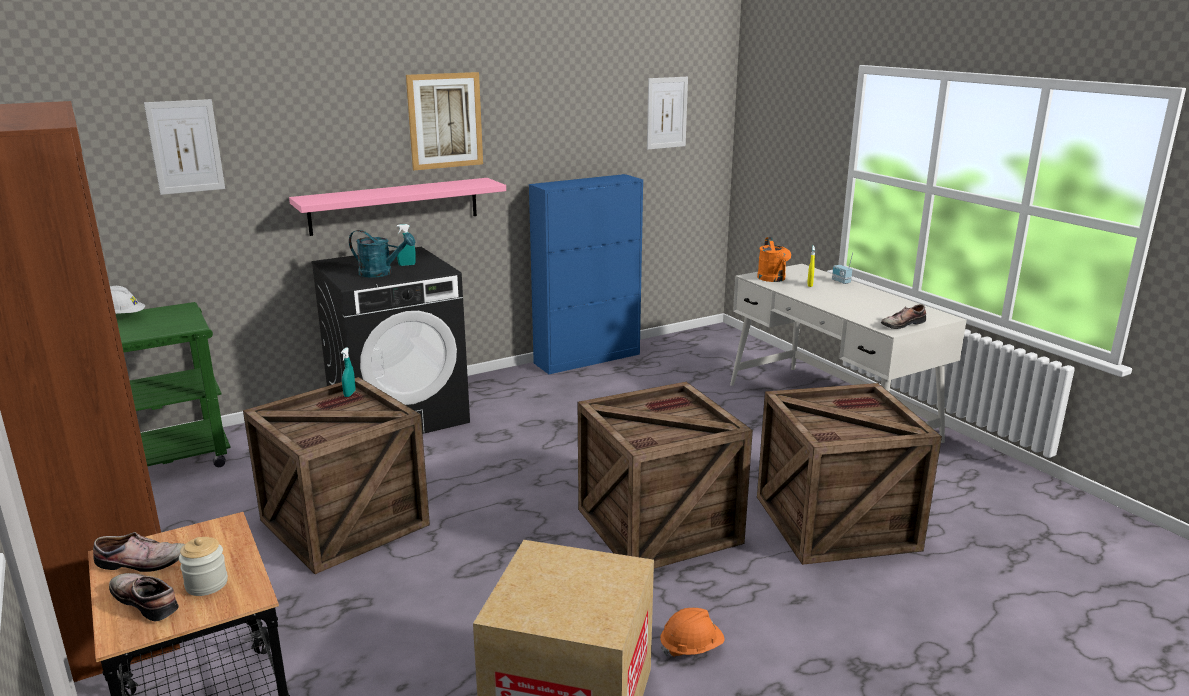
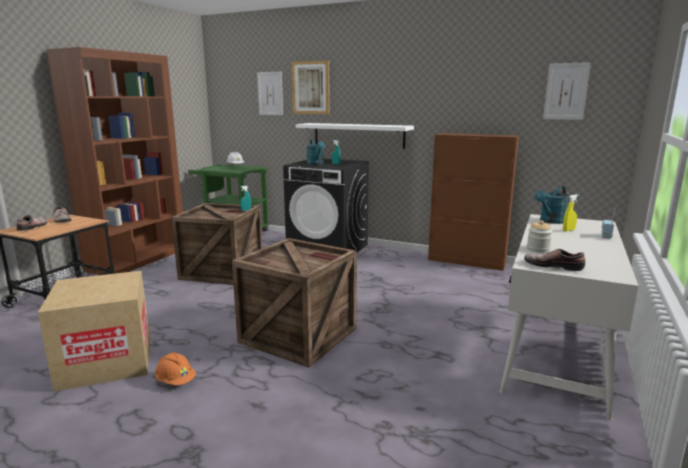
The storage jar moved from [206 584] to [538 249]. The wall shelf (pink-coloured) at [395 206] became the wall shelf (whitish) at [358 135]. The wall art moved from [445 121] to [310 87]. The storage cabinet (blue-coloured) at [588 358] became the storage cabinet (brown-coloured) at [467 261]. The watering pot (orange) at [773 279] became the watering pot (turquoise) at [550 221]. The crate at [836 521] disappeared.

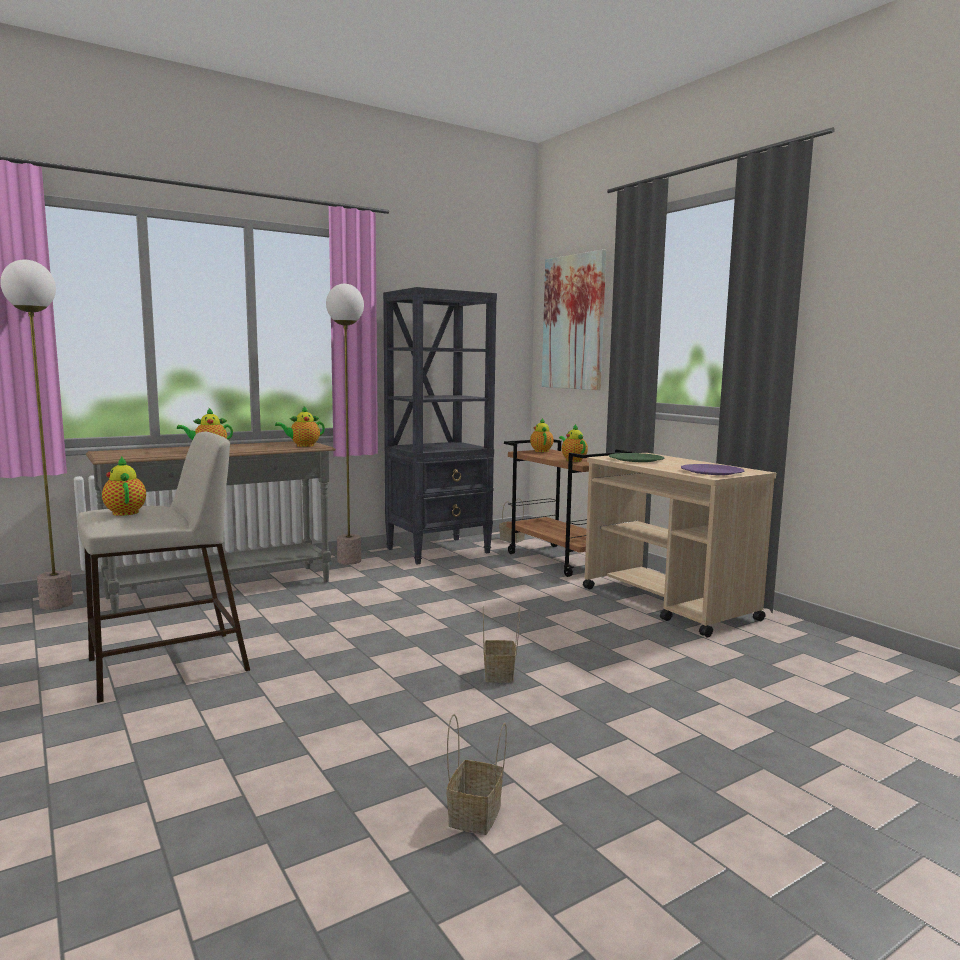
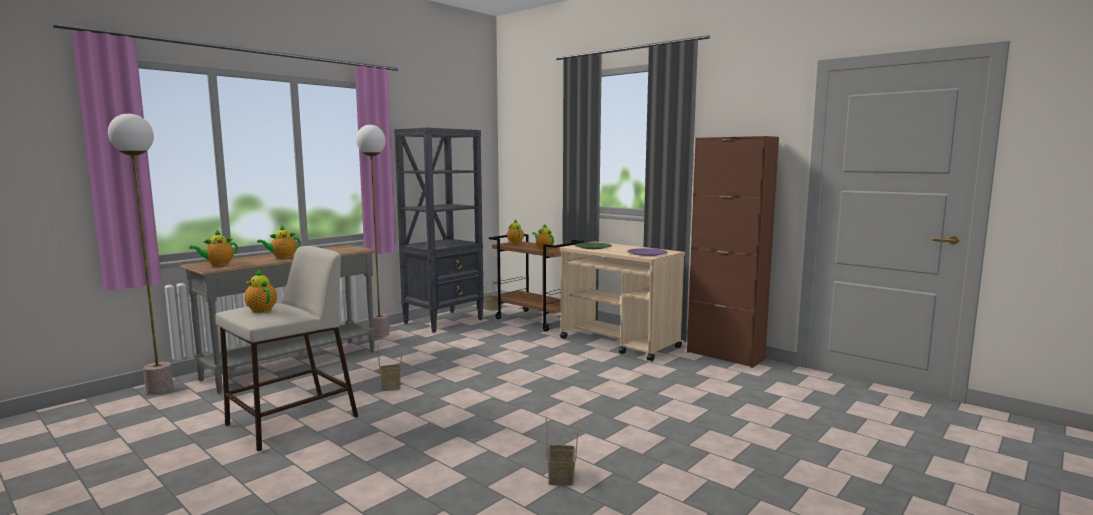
The pot for tea moved from [303 445] to [218 264]. The household basket moved from [500 675] to [391 386]. The wall art at [573 322] disappeared. The storage cabinet (brown-coloured) at [725 356] appeared.

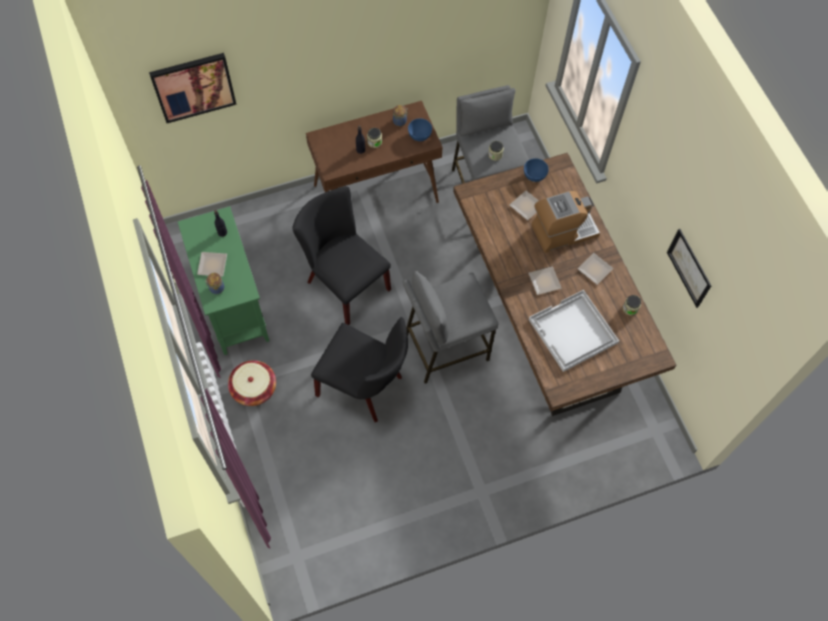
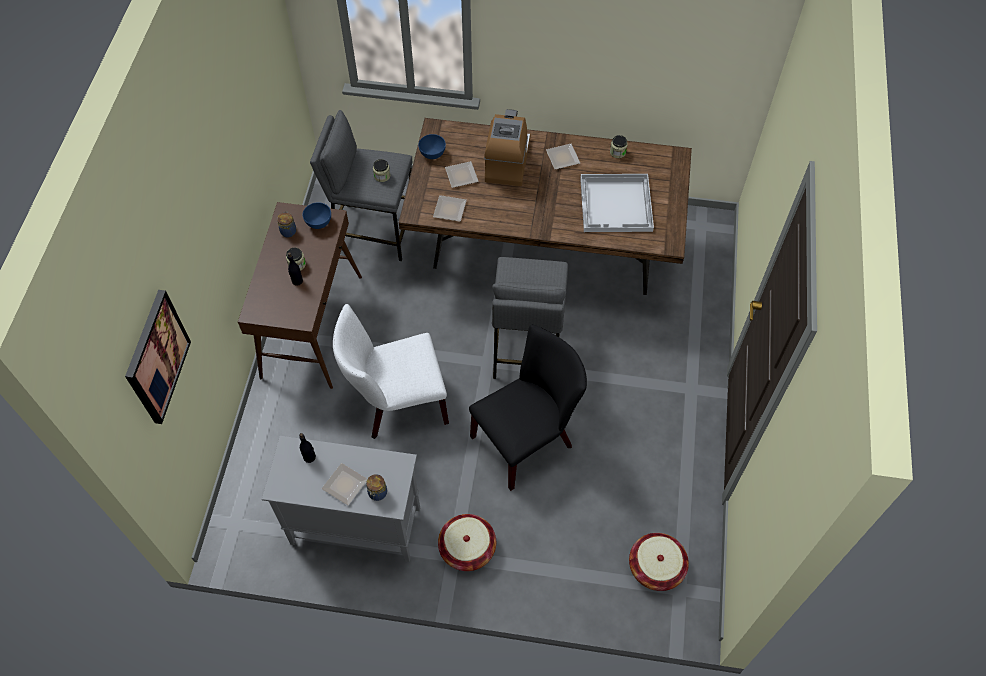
The storage cabinet (greenish) at [233 306] became the storage cabinet (gray) at [354 526]. The chair (black-coloured) at [344 283] became the chair (whitish) at [397 404]. The plate moved from [545 282] to [451 209]. The wall art at [689 268] disappeared. The household basket at [656 567] appeared.

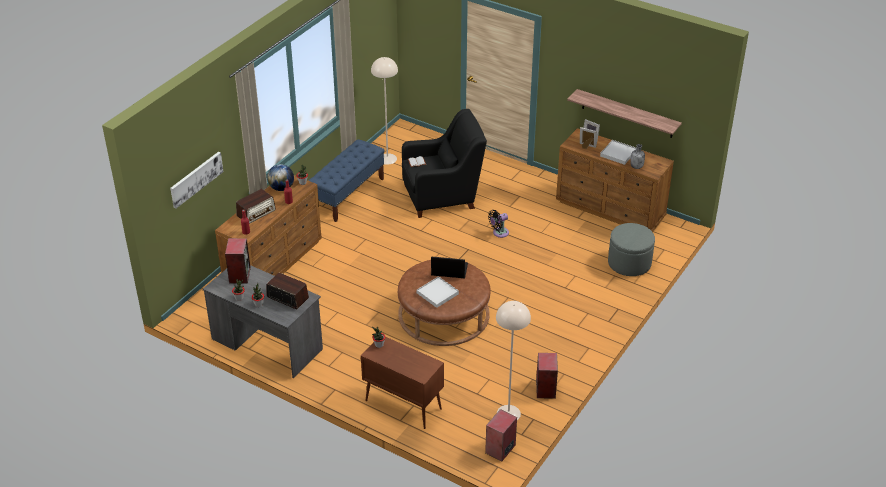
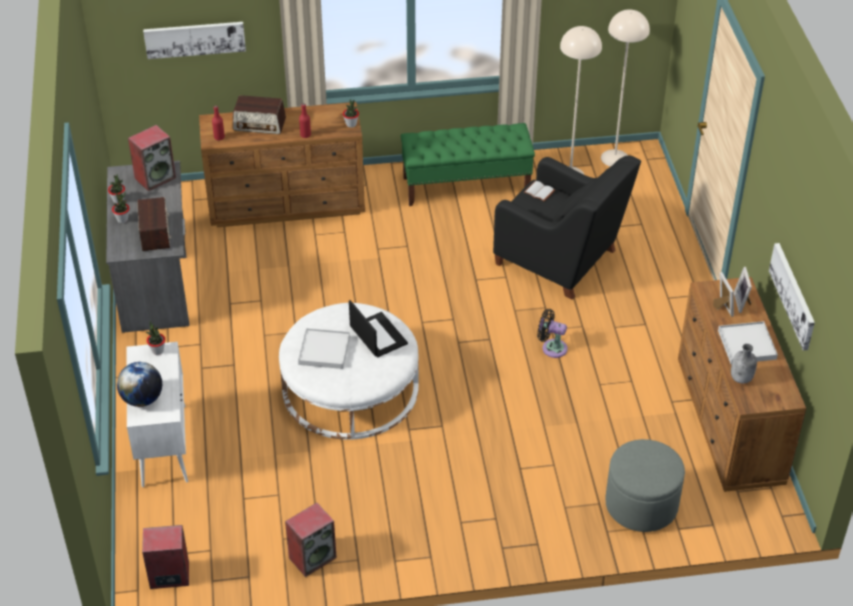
The desk globe moved from [281 188] to [142 399]. The bench (blue-coloured) at [348 195] became the bench (greenish) at [466 186]. The storage cabinet (brown-coloured) at [402 404] became the storage cabinet (whitish) at [163 444]. The footrest (brown-coloured) at [443 314] became the footrest (whitish) at [350 387]. The floor lamp (sand-coloured) moved from [508 413] to [615 158]. The wall shelf at [627 114] was replaced by the wall art at [793 295].

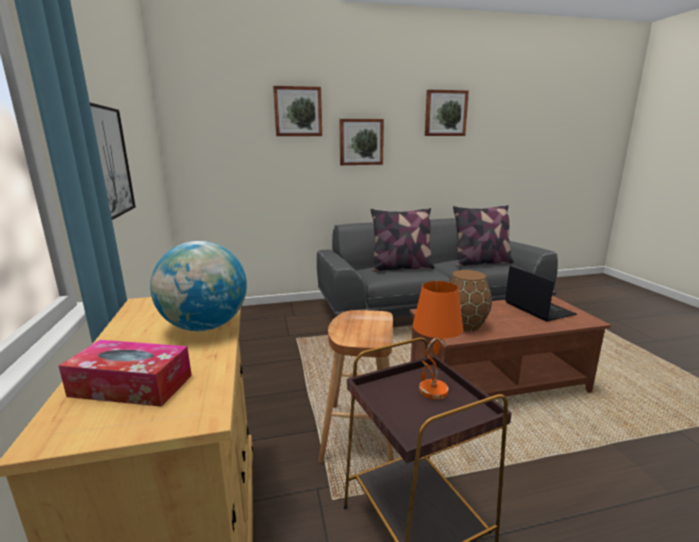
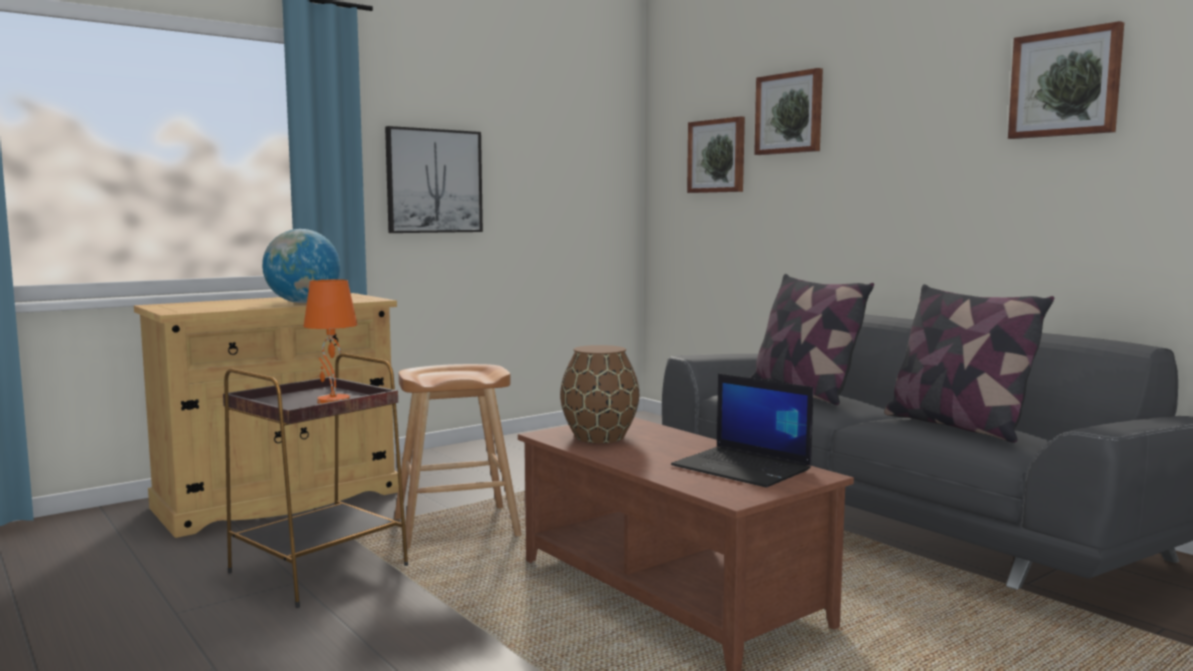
The tissue holder at [131 385] disappeared. The wall art moved from [361 142] to [717 156]. The portable computer at [537 308] turned 90 degrees clockwise.

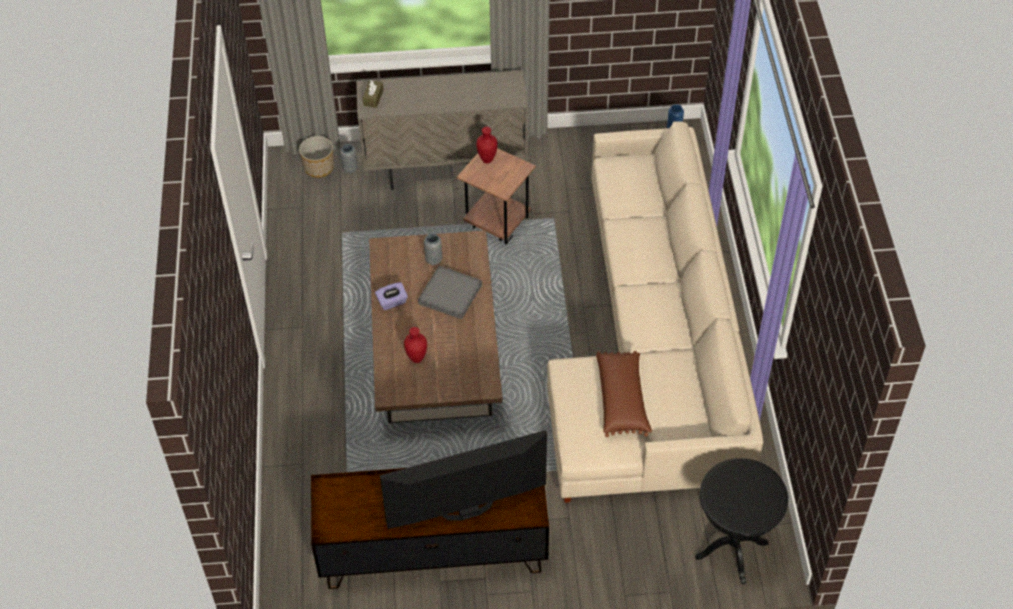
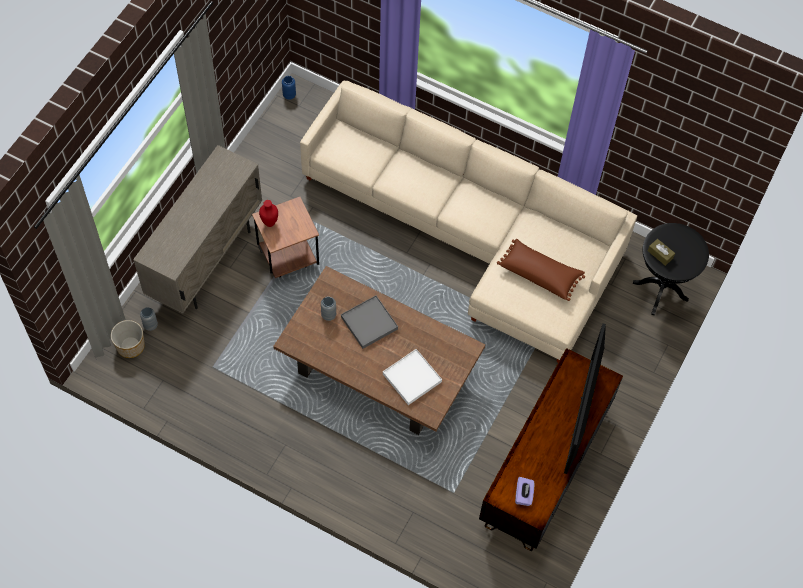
The tissue holder (brown-coloured) moved from [373 98] to [660 254]. The tissue holder (purple) moved from [392 302] to [523 495]. The flower vase (red) at [416 358] was replaced by the serving tray (whitish) at [412 378].

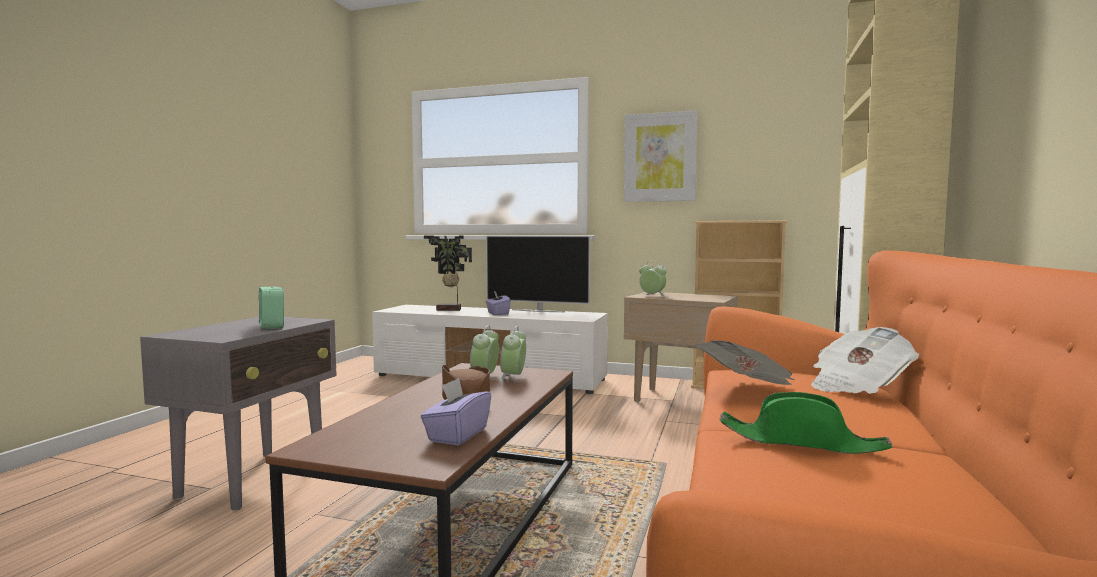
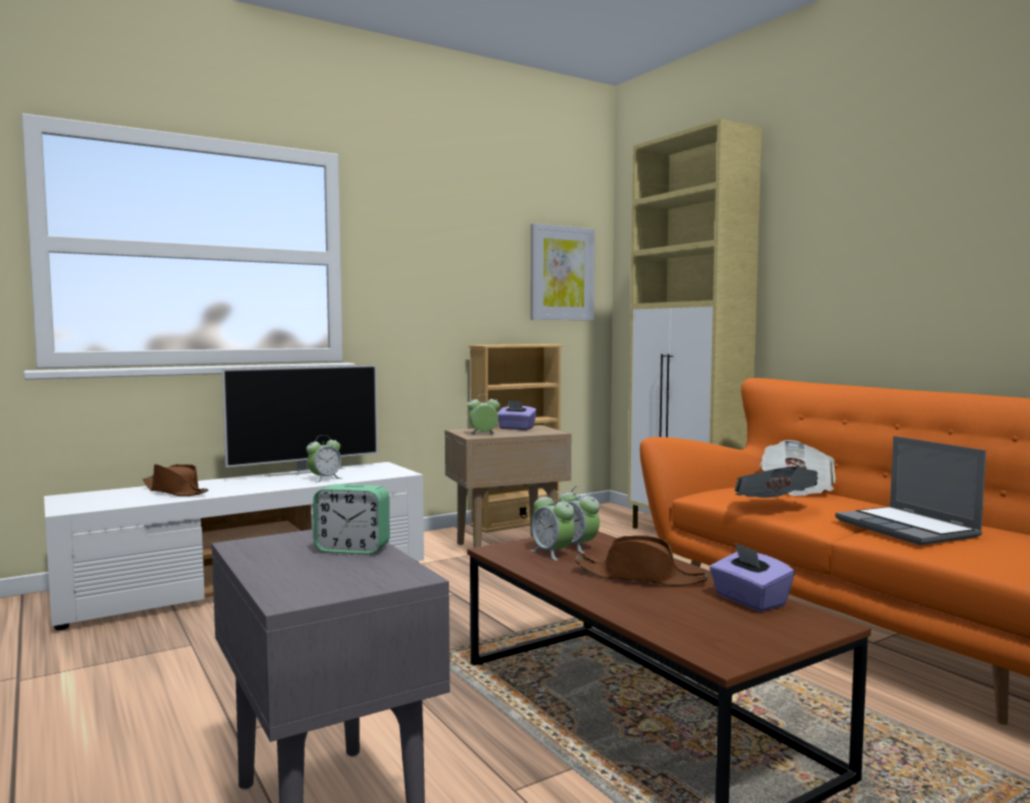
The potted plant at [449 310] was replaced by the hat (brown-coloured) at [175 491]. The tissue holder (purple) moved from [497 313] to [516 428]. The wall art moved from [660 157] to [561 273]. The hat (greenish) at [801 442] was replaced by the portable computer at [908 528]. The alarm clock at [324 479] appeared.

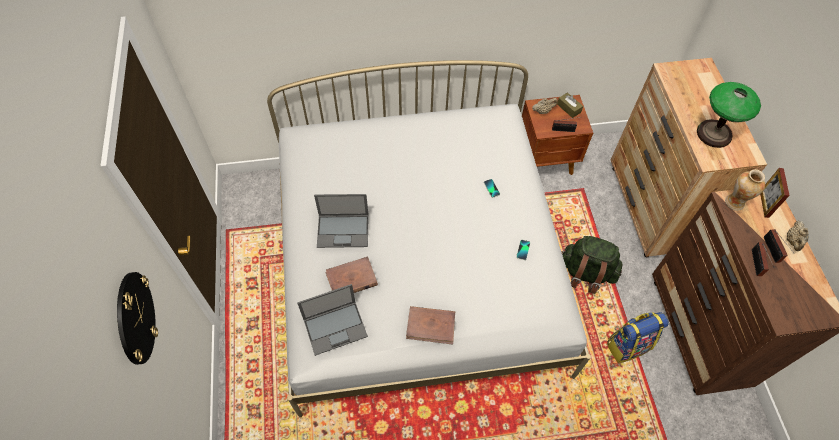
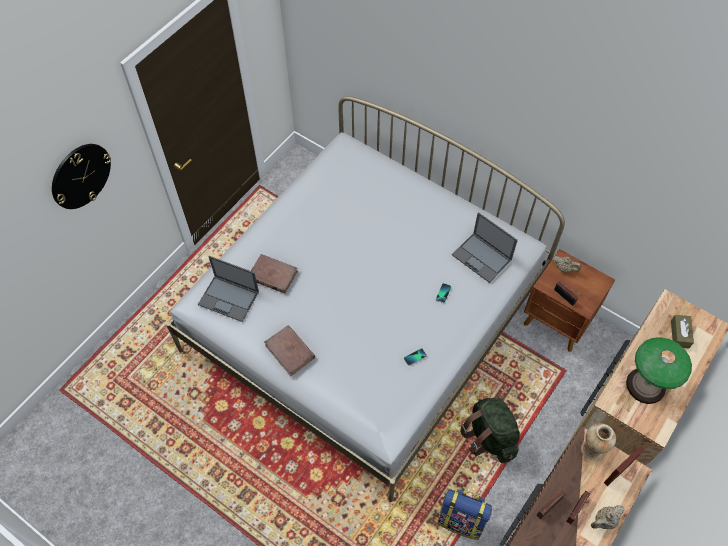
The portable computer moved from [343 230] to [482 258]. The tissue holder (brown-coloured) moved from [568 108] to [679 334].

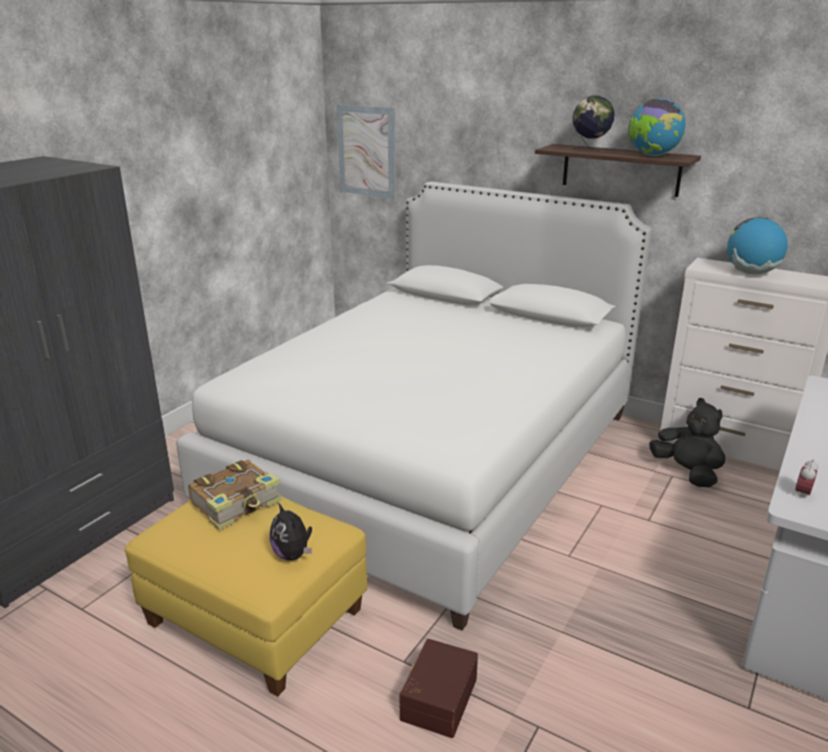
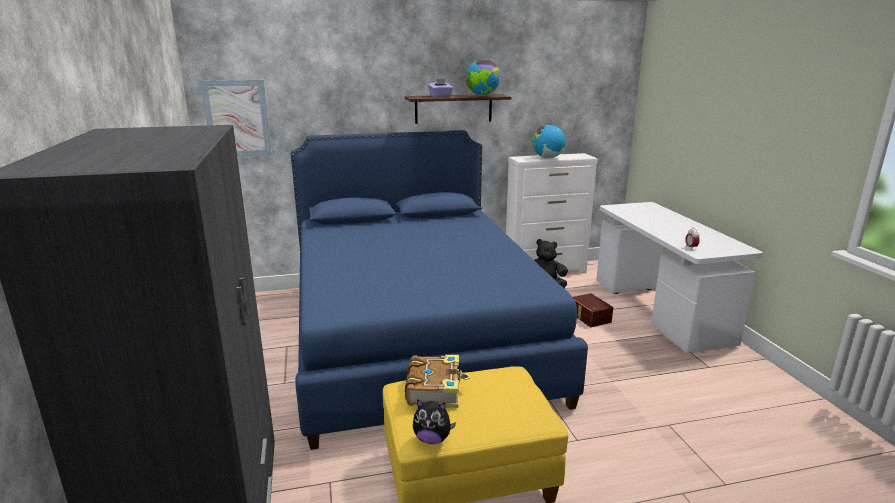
The sleeping bed (whitish) at [431 460] became the sleeping bed (blue-coloured) at [415 337]. The soft toy moved from [293 554] to [432 439]. The storage box (brown-coloured) moved from [437 698] to [589 317]. The desk globe at [590 150] was replaced by the tissue holder (purple) at [440 96].

